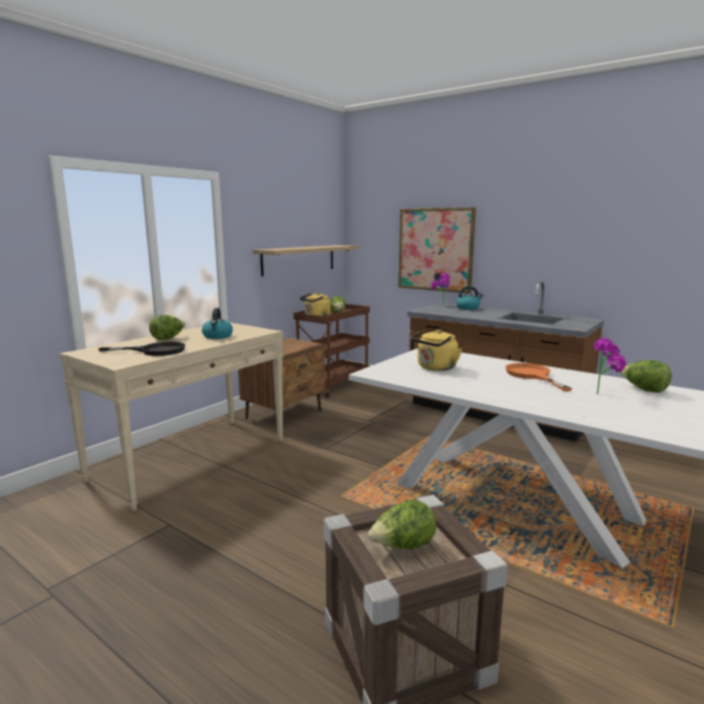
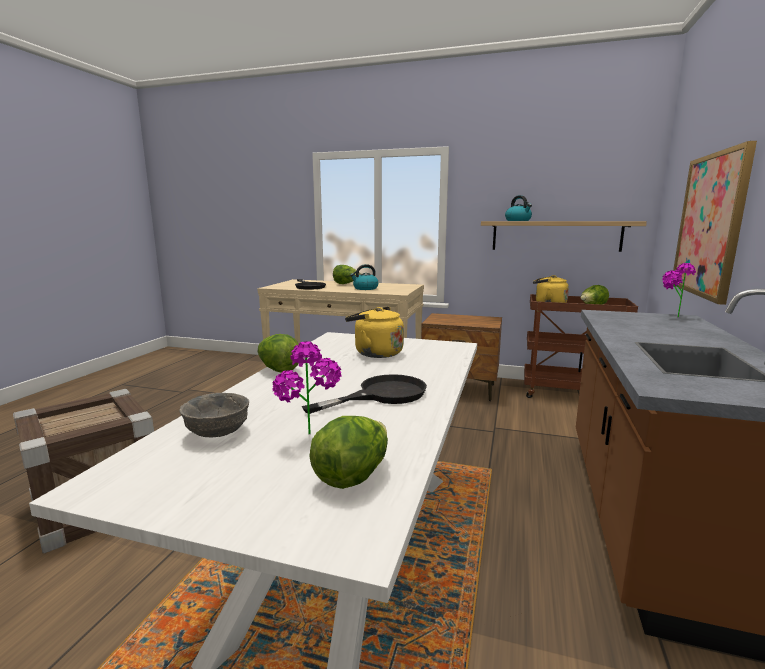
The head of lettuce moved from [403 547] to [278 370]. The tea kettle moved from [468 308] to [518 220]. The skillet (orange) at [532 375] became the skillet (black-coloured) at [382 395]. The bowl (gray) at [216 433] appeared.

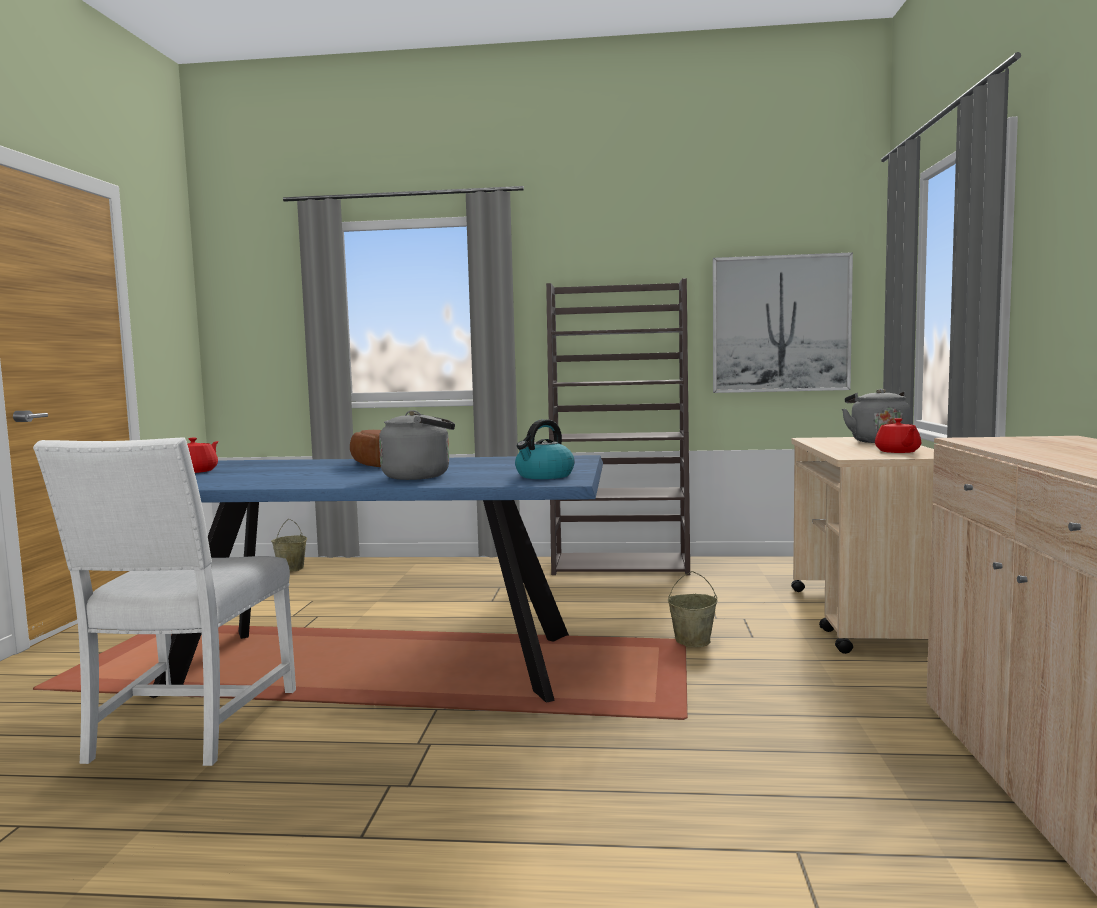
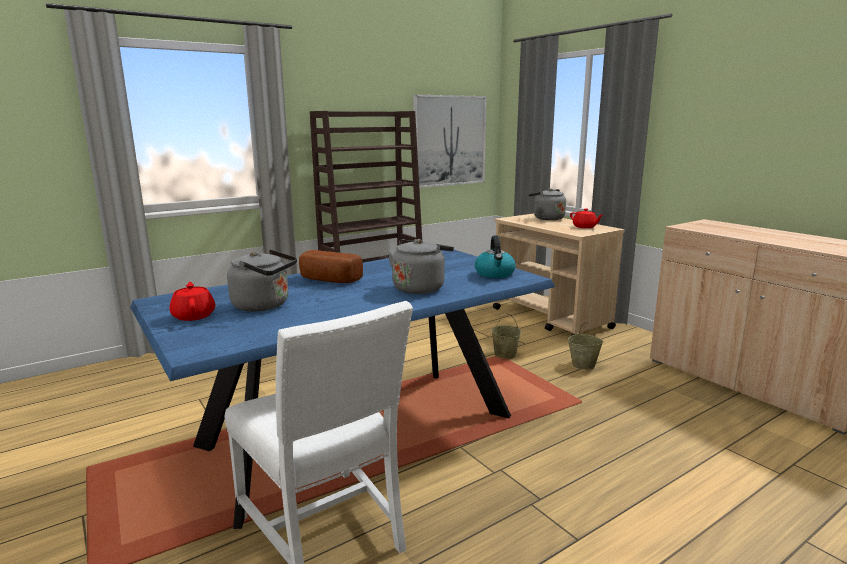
The pail (sand-coloured) moved from [291 569] to [583 365]. The tea kettle (gray) at [264 305] appeared.

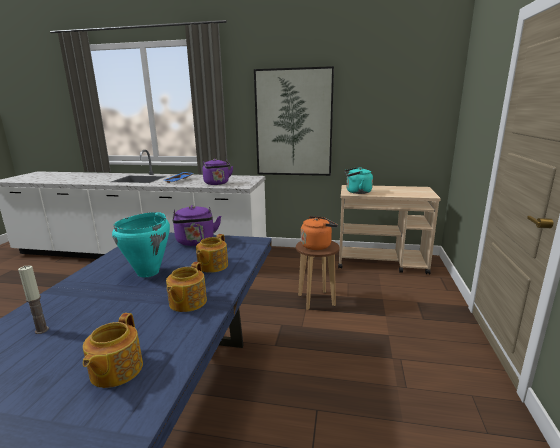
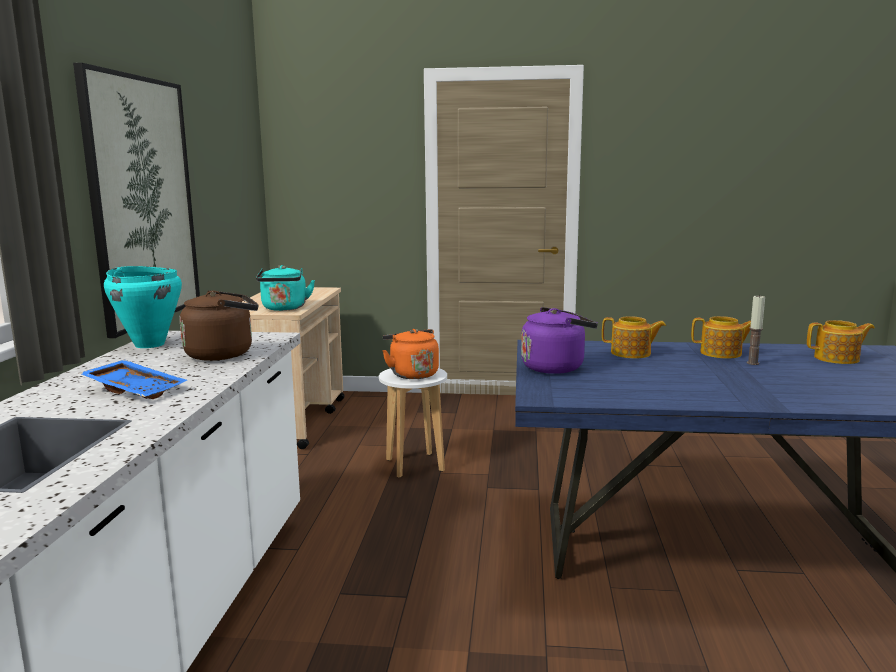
The candle moved from [42 330] to [752 363]. The stockpot (turquoise) moved from [148 272] to [149 344]. The tea kettle (purple) at [217 183] became the tea kettle (brown-coloured) at [223 354]. The stool (brown-coloured) at [316 300] became the stool (whitish) at [414 465].

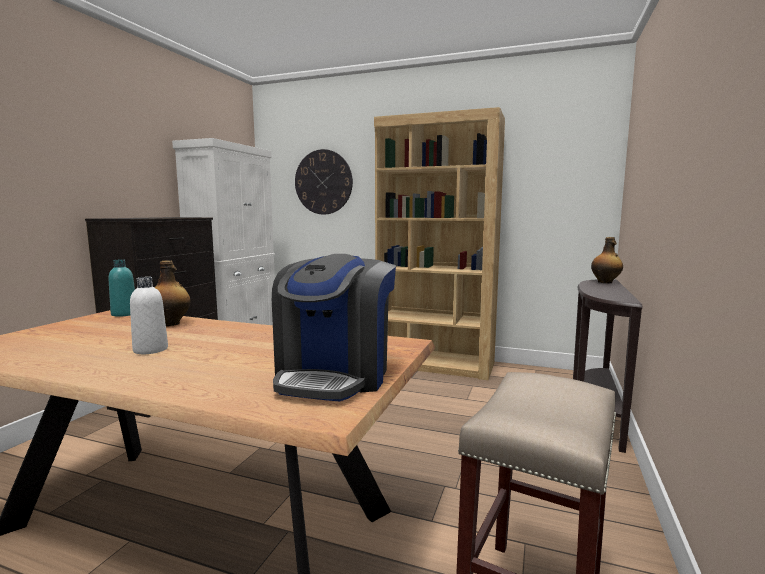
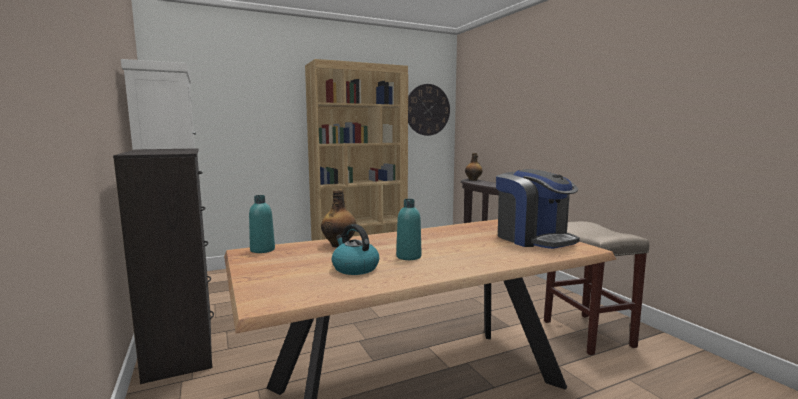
The beverage bottle (whitish) at [150 350] became the beverage bottle (turquoise) at [408 256]. The clock on the wall moved from [323 182] to [427 110]. The tea kettle at [354 268] appeared.

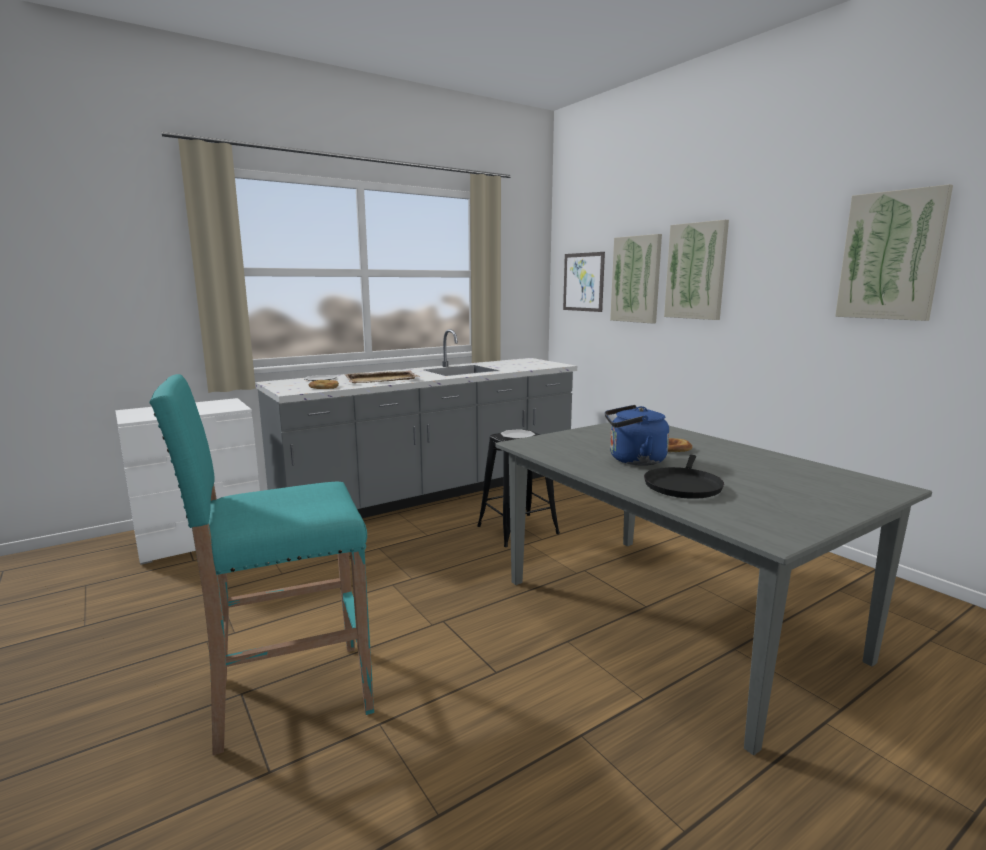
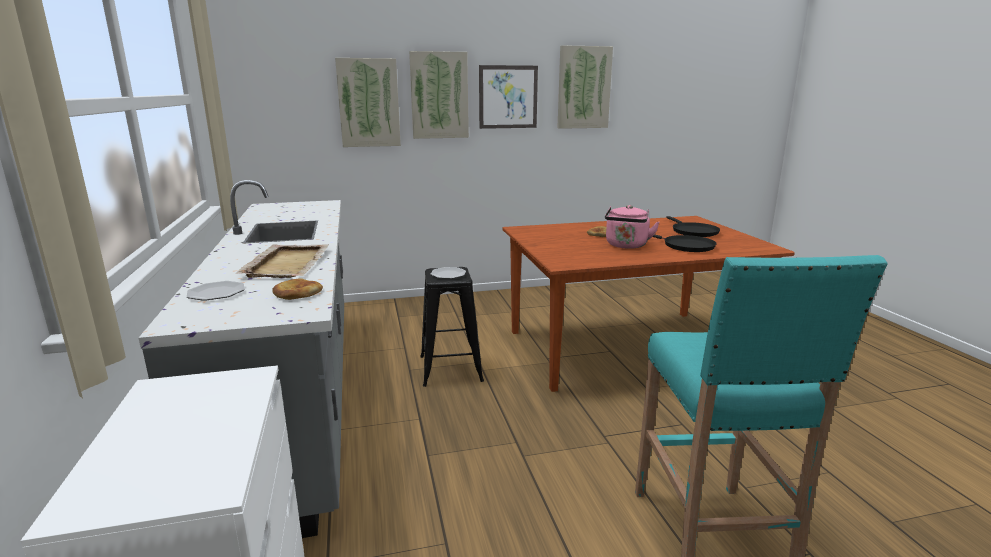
The dinner table (gray) at [670 618] became the dinner table (brown-coloured) at [627 347]. The wall art moved from [583 282] to [508 97]. The tea kettle (blue-coloured) at [633 460] became the tea kettle (pink-coloured) at [626 246]. The skillet (black-coloured) at [693 232] appeared.

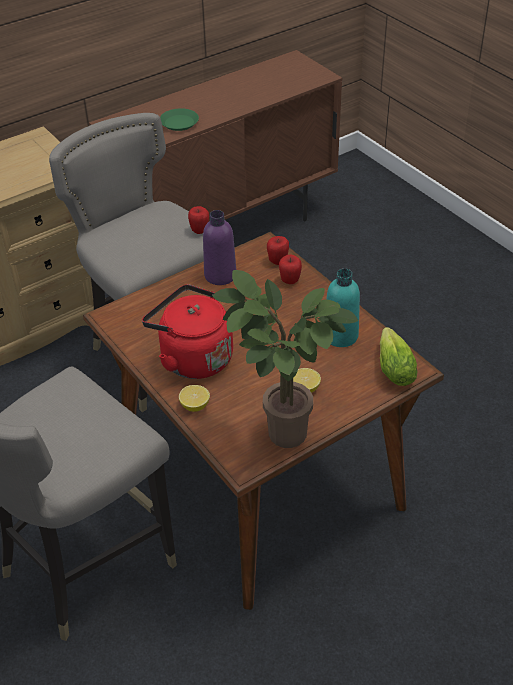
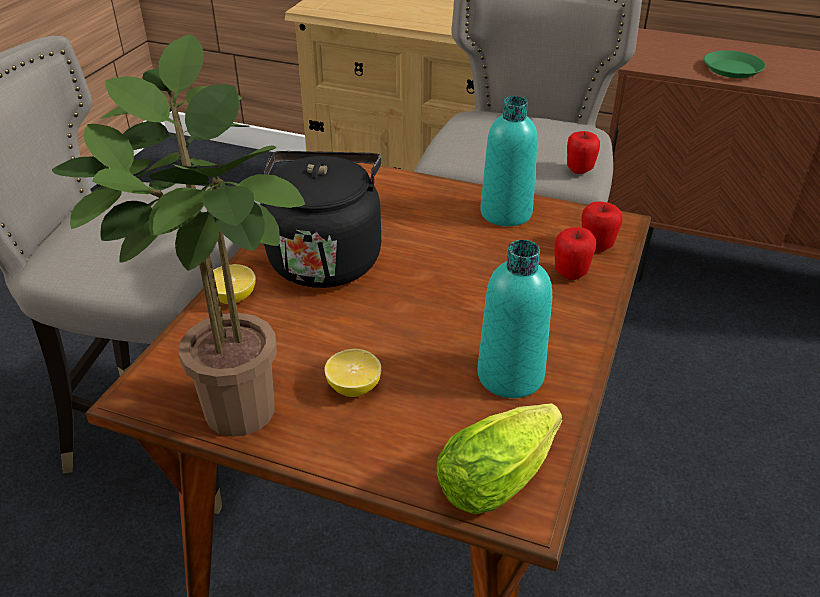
The tea kettle (red) at [192 358] became the tea kettle (black-coloured) at [324 257]. The beverage bottle (purple) at [220 275] became the beverage bottle (turquoise) at [506 213].

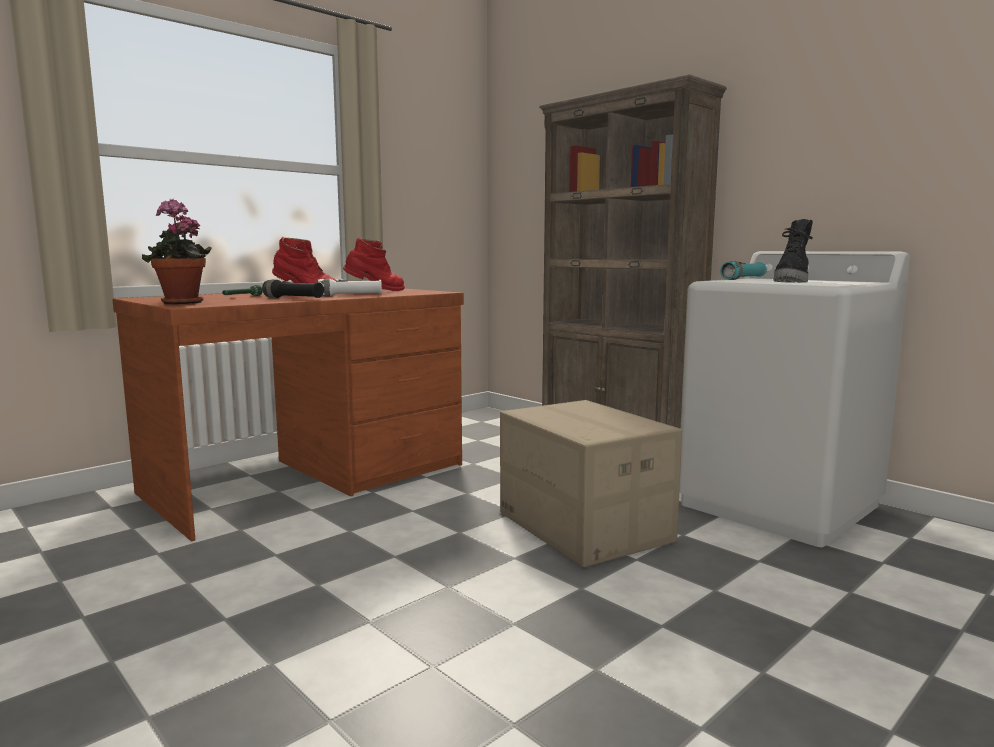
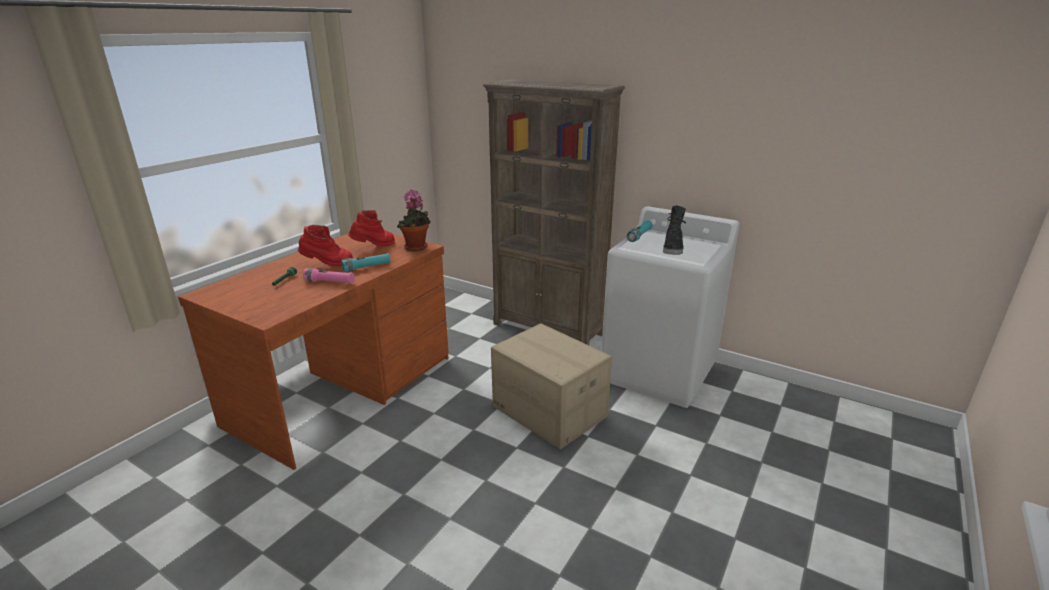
The potted plant moved from [181 303] to [416 248]. The torch (black-coloured) at [293 298] became the torch (pink-coloured) at [329 282]. The torch (whitish) at [350 295] became the torch (turquoise) at [367 268].

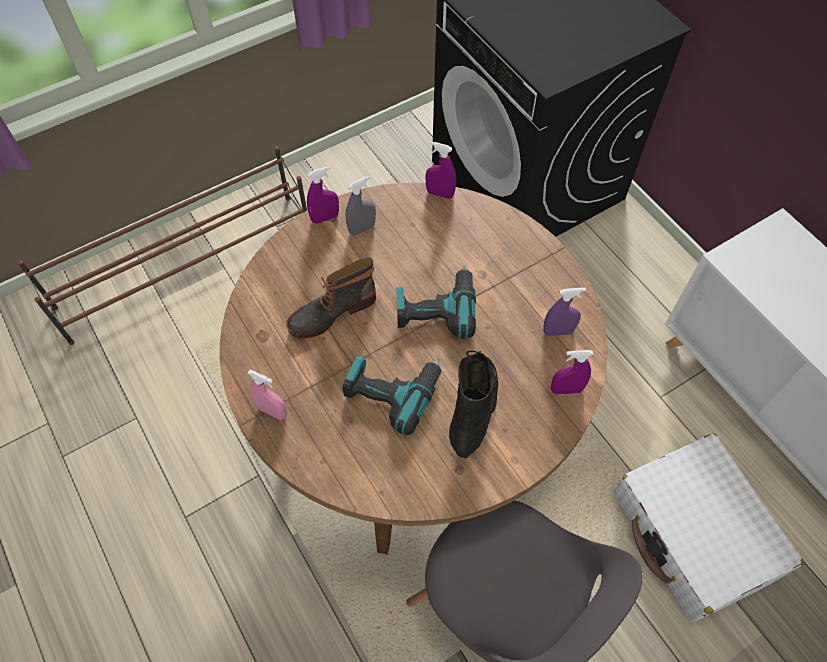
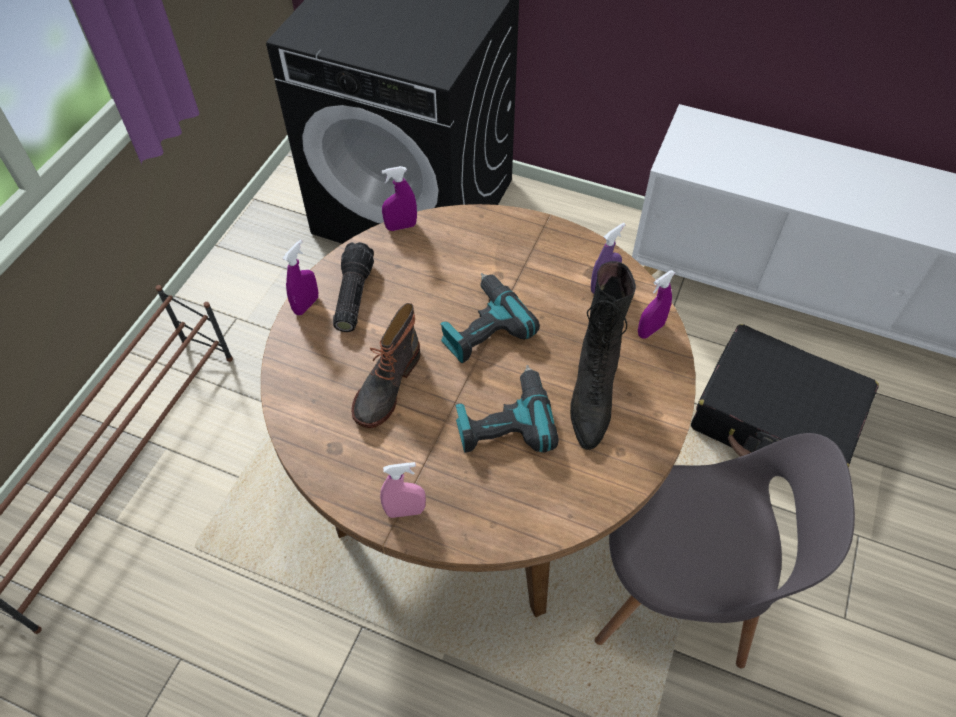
The hand sprayer (gray) at [362 229] was replaced by the torch at [352 295]. The tall boot (black-coloured) at [474 413] turned 150 degrees counterclockwise. The suitcase (whitish) at [694 533] became the suitcase (black-coloured) at [775 420].

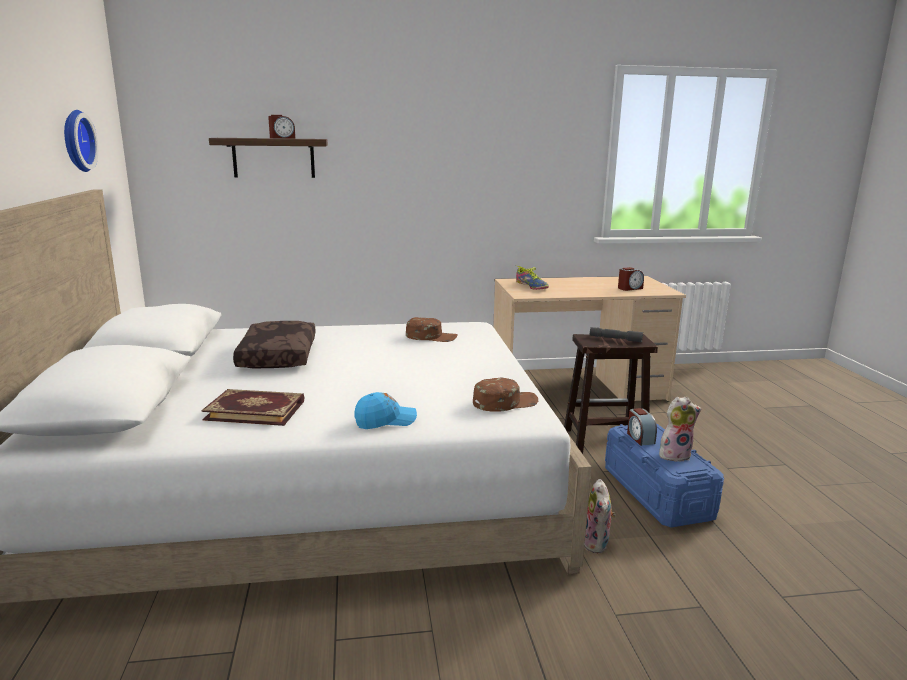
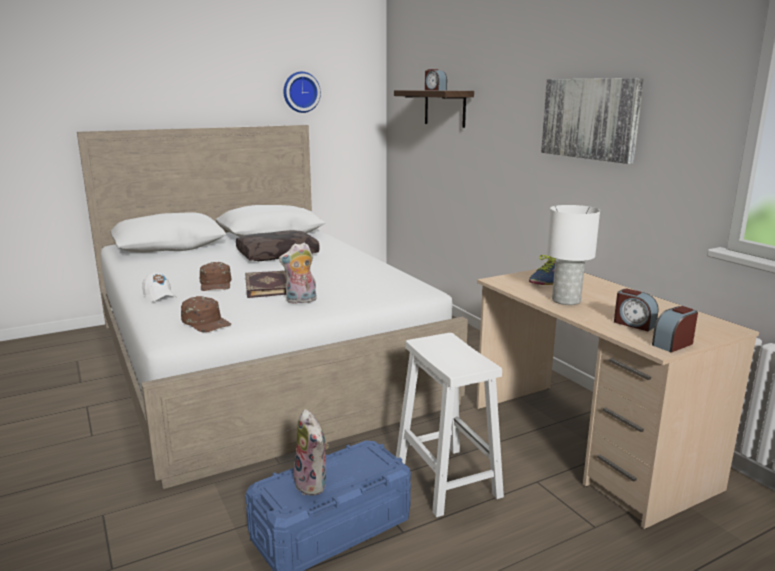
The volume moved from [255 410] to [269 286]. The cap (blue-coloured) at [385 421] became the cap (whitish) at [159 296]. The cap (brown-coloured) moved from [431 336] to [216 284]. The stool (brown-coloured) at [603 441] became the stool (whitish) at [445 479]. The soft toy moved from [597 544] to [300 301]. The torch (gray) at [615 339] disappeared. The alarm clock moved from [640 438] to [673 344]. The wall art at [590 118] appeared. The lamp for a table (whitish) at [566 301] appeared.

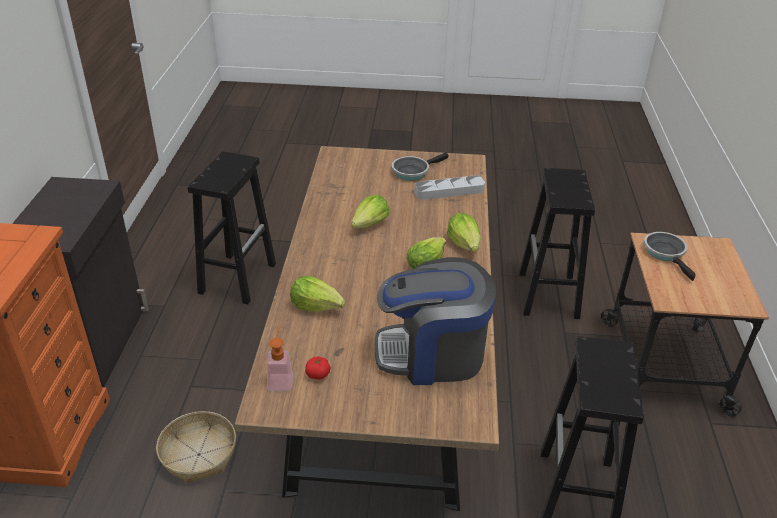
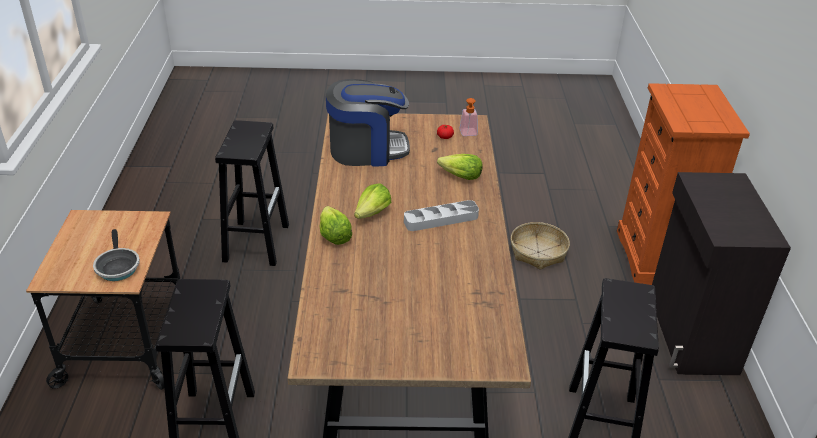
The head of lettuce at [370 224] disappeared. The skillet at [413 171] disappeared. The serving tray (gray) moved from [449 191] to [441 219].

